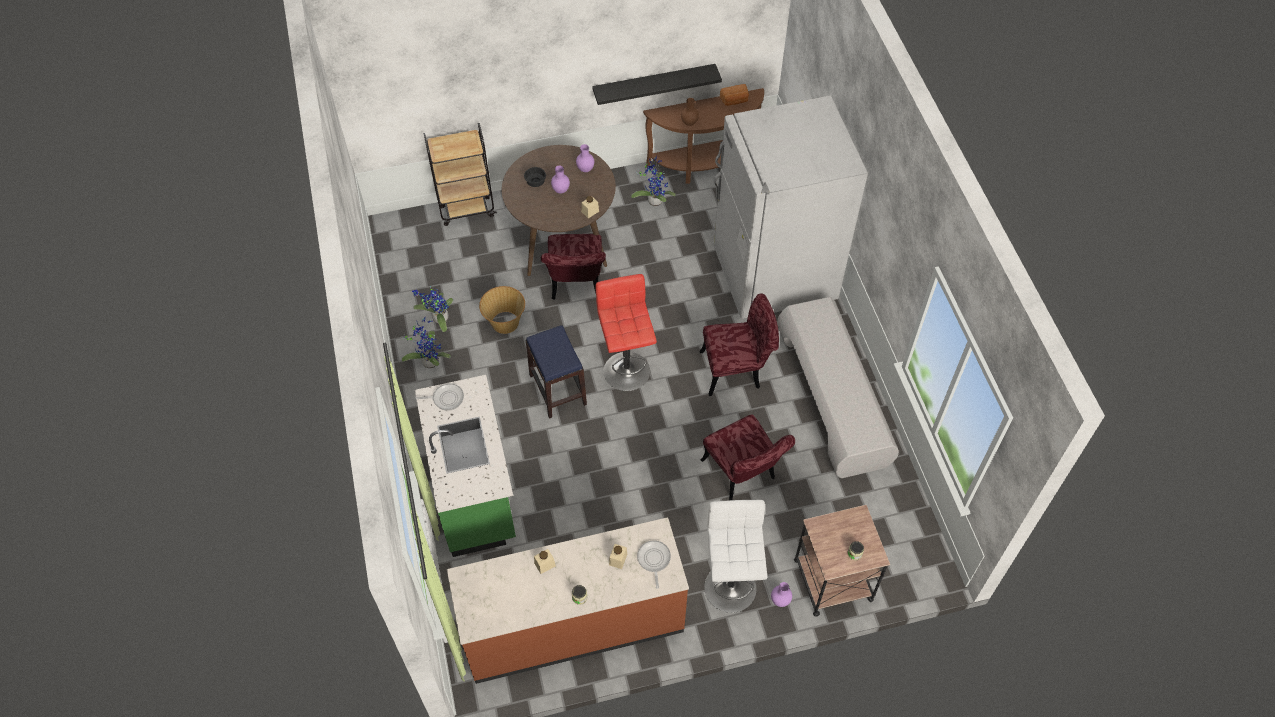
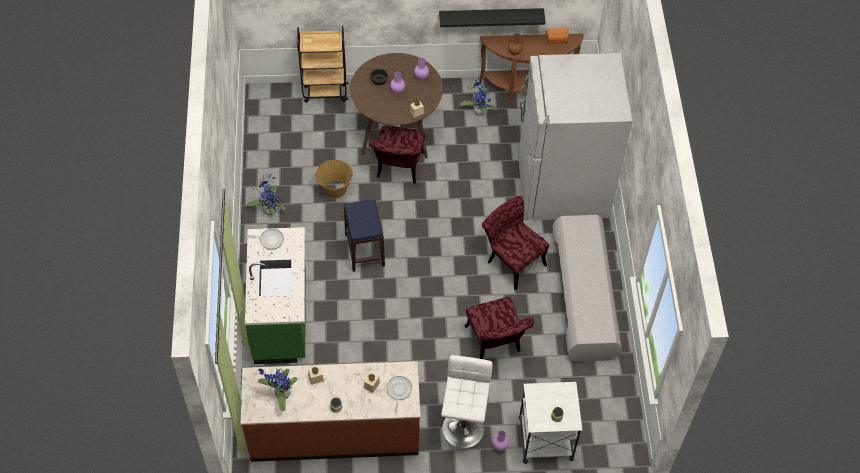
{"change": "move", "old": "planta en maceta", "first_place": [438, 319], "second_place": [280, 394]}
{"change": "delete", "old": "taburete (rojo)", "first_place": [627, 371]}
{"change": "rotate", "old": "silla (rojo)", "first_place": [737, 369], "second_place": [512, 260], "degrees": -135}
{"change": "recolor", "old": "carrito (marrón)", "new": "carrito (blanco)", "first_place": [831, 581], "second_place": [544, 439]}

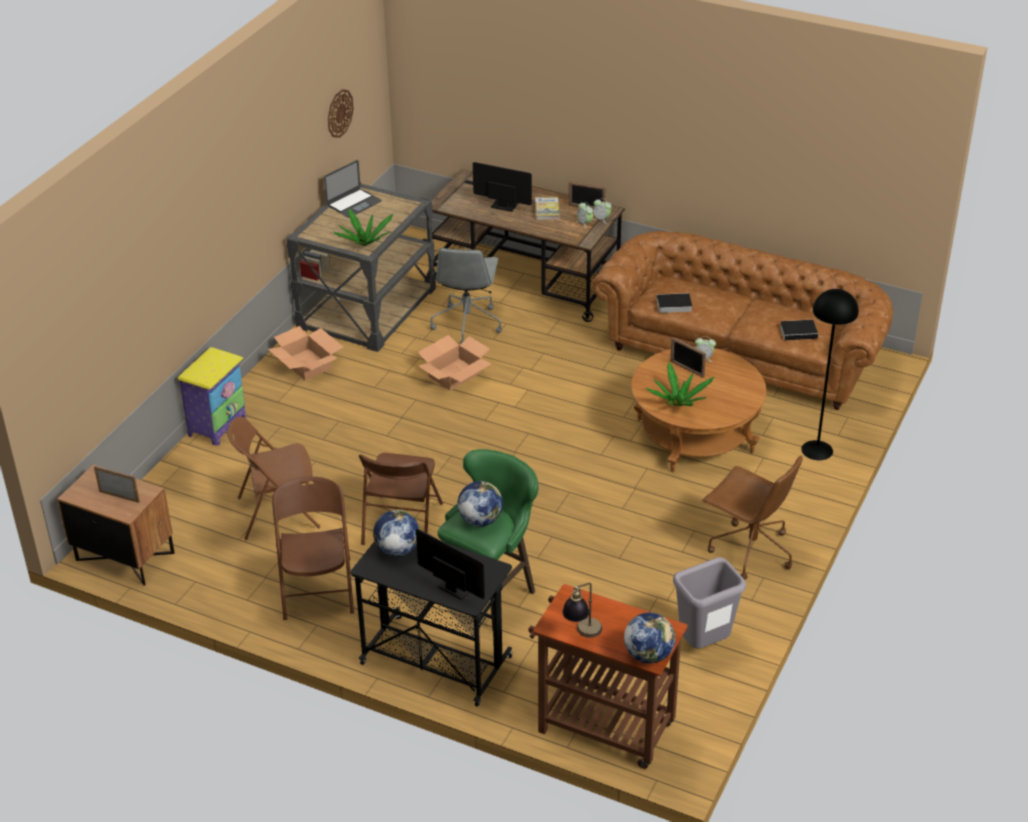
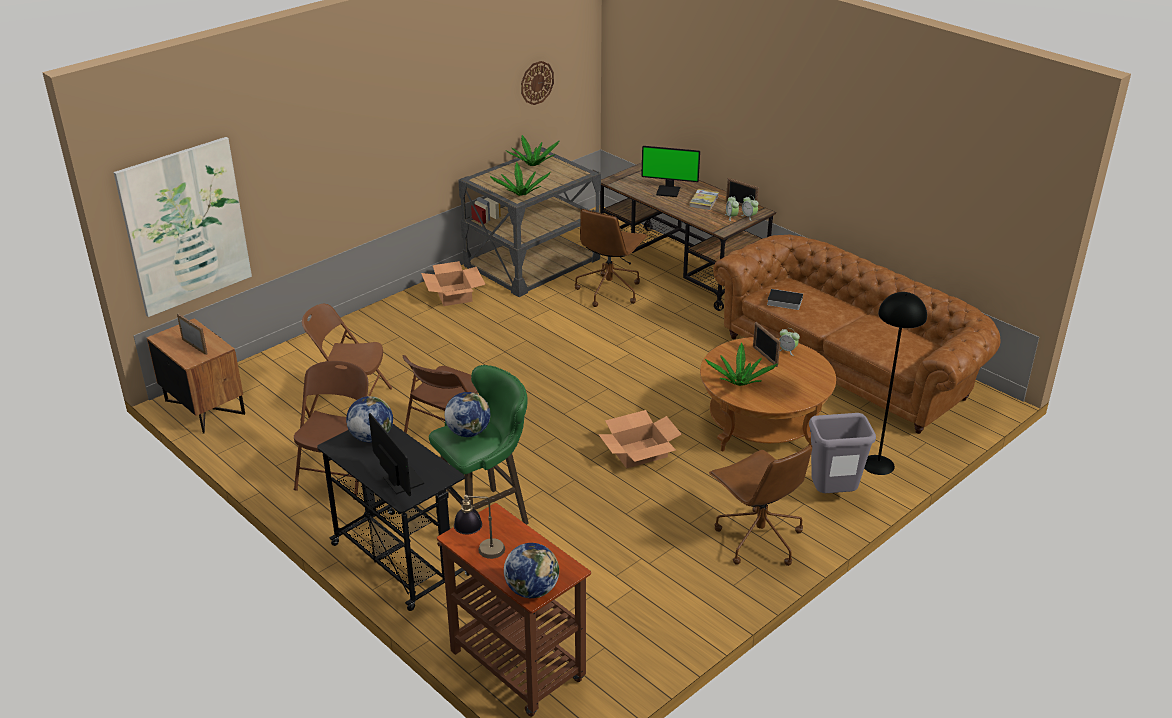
{"change": "delete", "old": "mesita de noche", "first_place": [219, 426]}
{"change": "replace", "old": "portátil", "new": "planta en maceta", "first_place": [354, 203], "second_place": [533, 164]}
{"change": "move", "old": "caja de cartón", "first_place": [455, 374], "second_place": [639, 452]}
{"change": "recolor", "old": "silla de oficina (gris)", "new": "silla de oficina (marrón)", "first_place": [467, 322], "second_place": [610, 290]}
{"change": "rotate", "old": "monitor", "first_place": [504, 205], "second_place": [668, 191], "degrees": 150}
{"change": "move", "old": "papelera (gris)", "first_place": [703, 645], "second_place": [832, 495]}
{"change": "delete", "old": "libro", "first_place": [799, 332]}
{"change": "insert", "new": "cuadro", "second_place": [185, 226]}

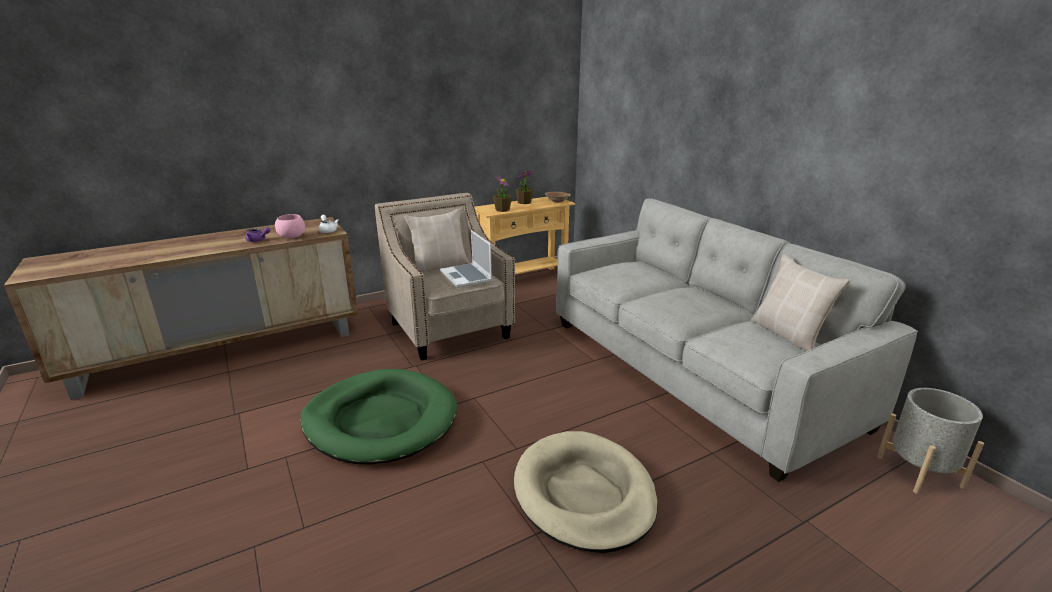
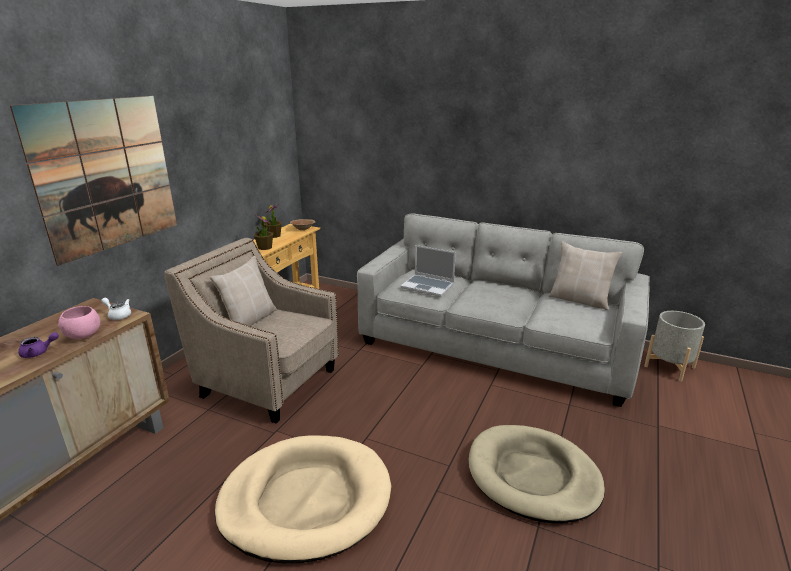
{"change": "recolor", "old": "cama para perro (verde)", "new": "cama para perro (beis)", "first_place": [381, 420], "second_place": [306, 500]}
{"change": "move", "old": "portátil", "first_place": [467, 277], "second_place": [428, 286]}
{"change": "insert", "new": "cuadro", "second_place": [106, 175]}

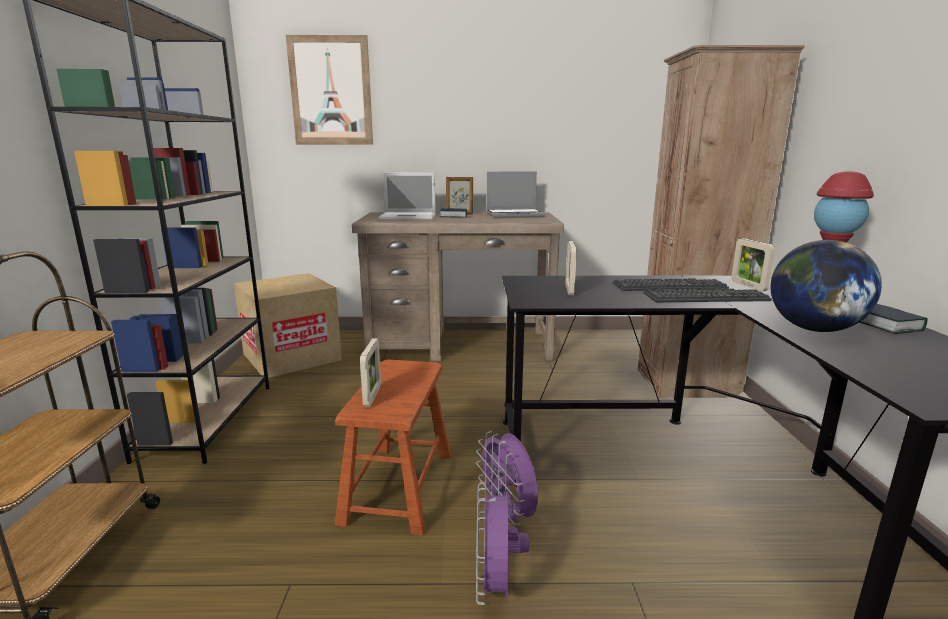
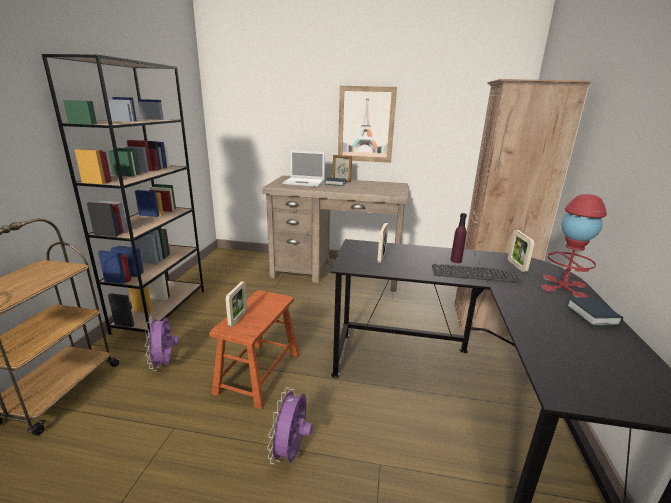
{"change": "delete", "old": "caja de cartón", "first_place": [292, 357]}
{"change": "move", "old": "cuadro", "first_place": [331, 91], "second_place": [366, 124]}
{"change": "move", "old": "ventilador (morado)", "first_place": [508, 516], "second_place": [165, 364]}
{"change": "delete", "old": "portátil", "first_place": [515, 215]}
{"change": "replace", "old": "teclado", "new": "botella (morado)", "first_place": [669, 286], "second_place": [456, 261]}
{"change": "delete", "old": "globo terráqueo", "first_place": [814, 329]}

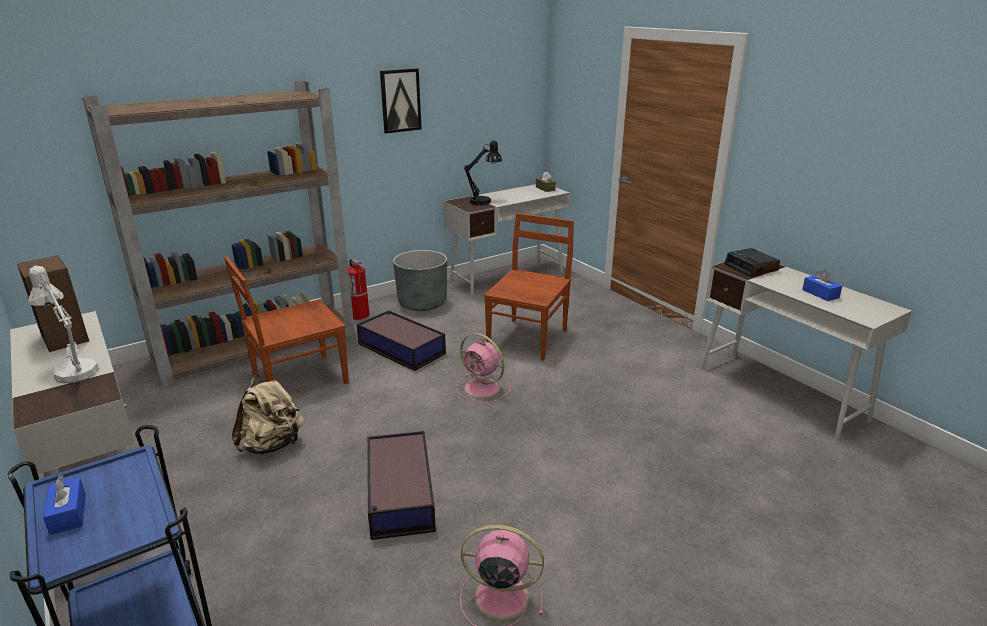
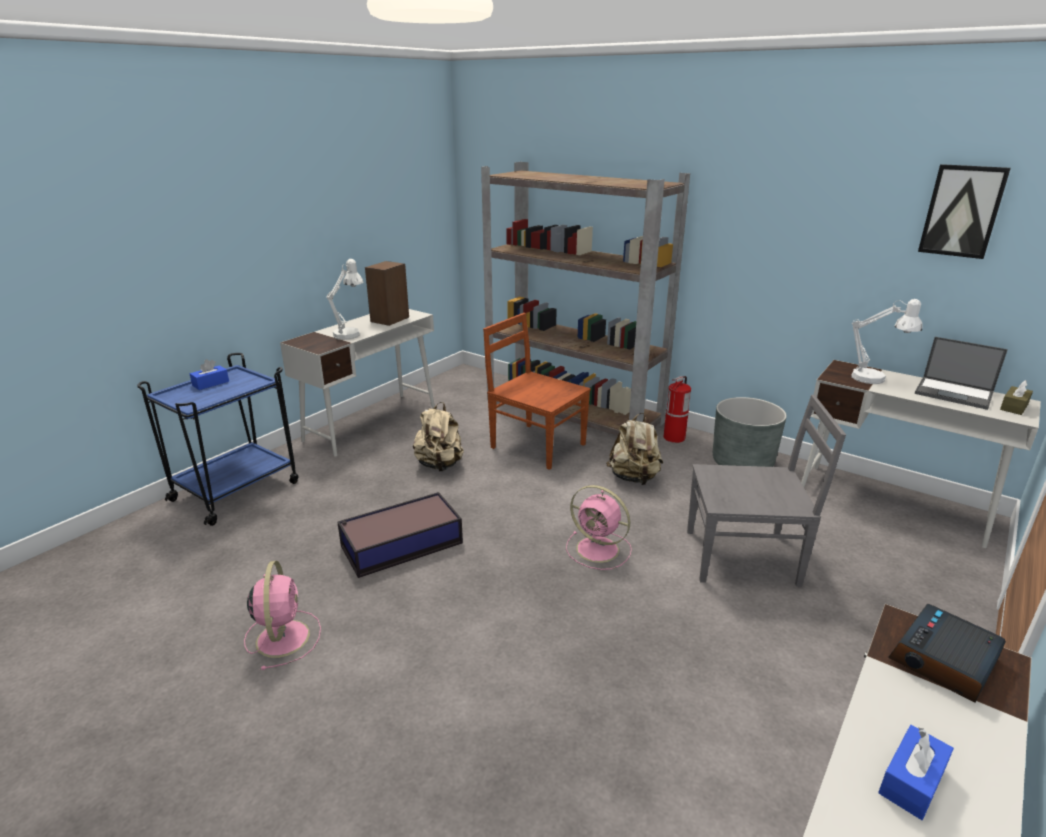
{"change": "replace", "old": "caja de almacenaje", "new": "mochila (beis)", "first_place": [401, 348], "second_place": [634, 478]}
{"change": "move", "old": "cuadro", "first_place": [400, 100], "second_place": [962, 211]}
{"change": "rotate", "old": "ventilador (rosa)", "first_place": [483, 388], "second_place": [599, 550], "degrees": -75}
{"change": "recolor", "old": "lámpara de mesa (negro)", "new": "lámpara de mesa (blanco)", "first_place": [484, 201], "second_place": [875, 379]}
{"change": "recolor", "old": "silla (marrón)", "new": "silla (gris)", "first_place": [528, 338], "second_place": [744, 558]}
{"change": "insert", "new": "portátil", "second_place": [955, 393]}

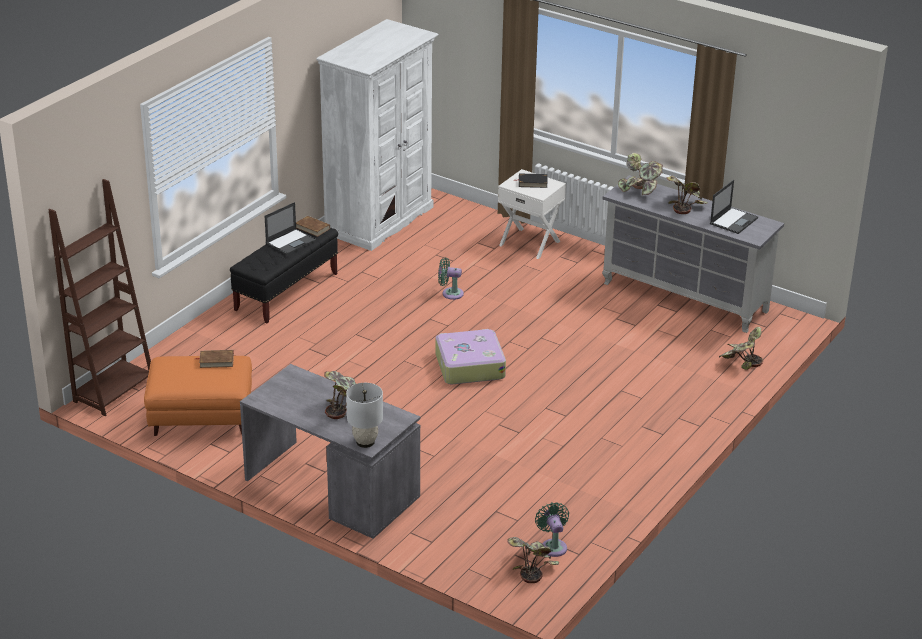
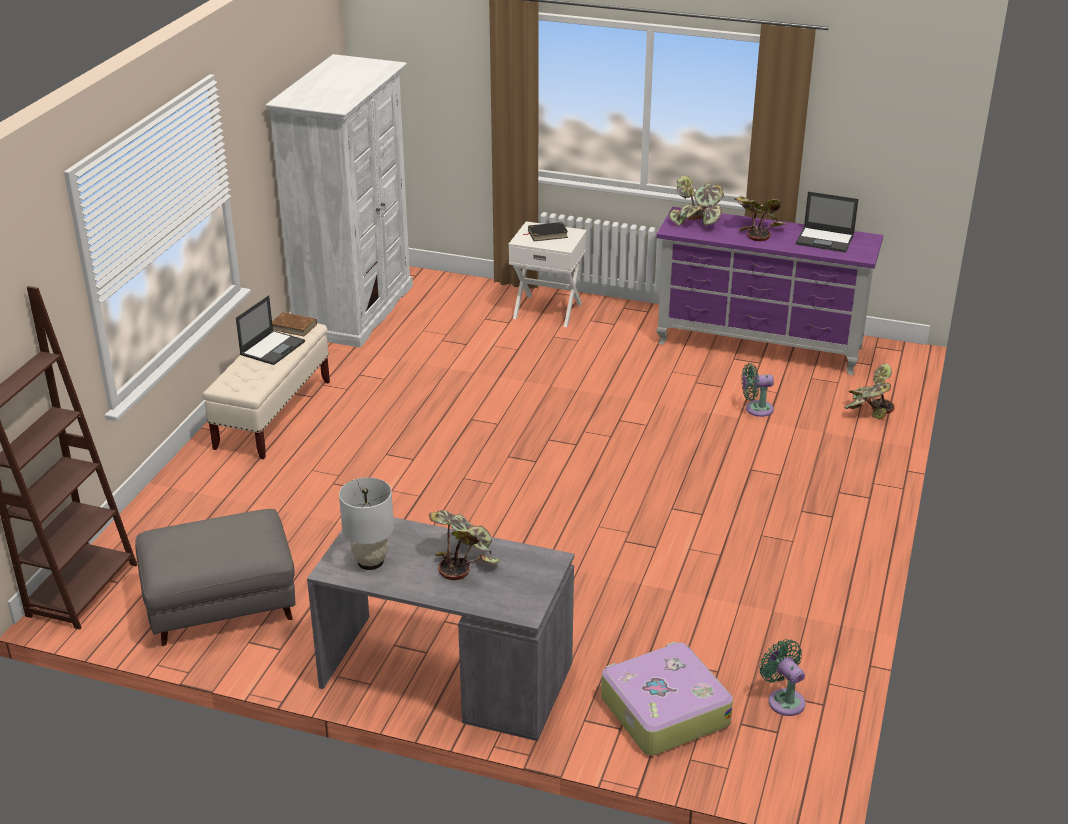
{"change": "recolor", "old": "puf (naranja)", "new": "puf (gris)", "first_place": [202, 417], "second_place": [221, 604]}
{"change": "delete", "old": "libro (marrón)", "first_place": [216, 361]}
{"change": "recolor", "old": "banco (negro)", "new": "banco (beis)", "first_place": [286, 292], "second_place": [273, 415]}
{"change": "move", "old": "lámpara de mesa (blanco)", "first_place": [365, 442], "second_place": [370, 561]}
{"change": "move", "old": "maleta", "first_place": [469, 365], "second_place": [663, 710]}
{"change": "move", "old": "ventilador (verde)", "first_place": [450, 293], "second_place": [756, 409]}
{"change": "delete", "old": "planta en maceta", "first_place": [530, 566]}
{"change": "recolor", "old": "cómoda (gris)", "new": "cómoda (morado)", "first_place": [684, 298], "second_place": [760, 346]}
{"change": "rotate", "old": "portátil", "first_place": [734, 220], "second_place": [825, 240], "degrees": 90}

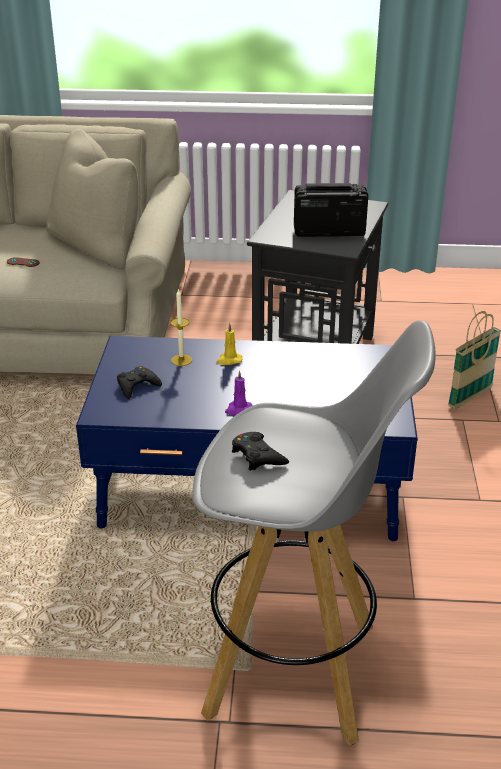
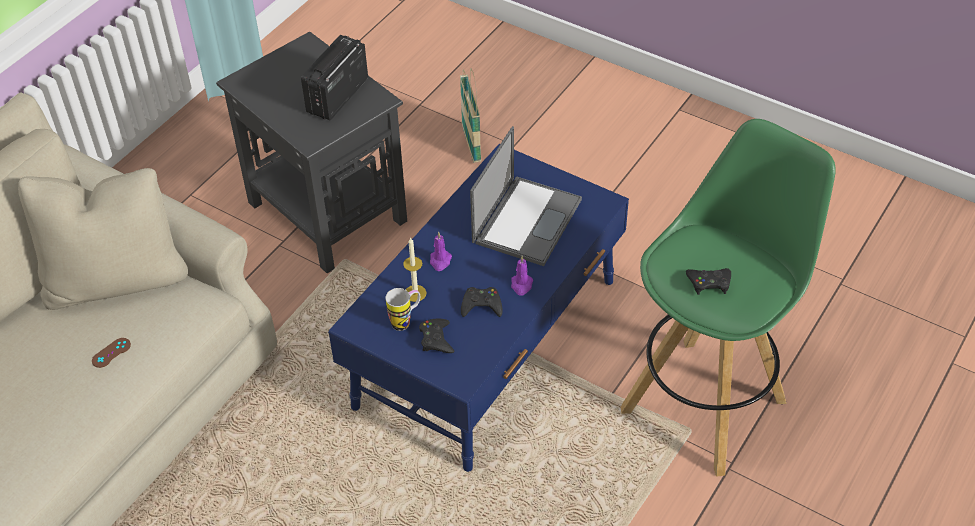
{"change": "recolor", "old": "taburete (gris)", "new": "taburete (verde)", "first_place": [295, 671], "second_place": [706, 404]}
{"change": "recolor", "old": "vela (amarillo)", "new": "vela (morado)", "first_place": [229, 360], "second_place": [440, 261]}
{"change": "insert", "new": "taza grande", "second_place": [405, 321]}
{"change": "insert", "new": "mando de consola (negro)", "second_place": [481, 305]}
{"change": "insert", "new": "portátil", "second_place": [527, 219]}

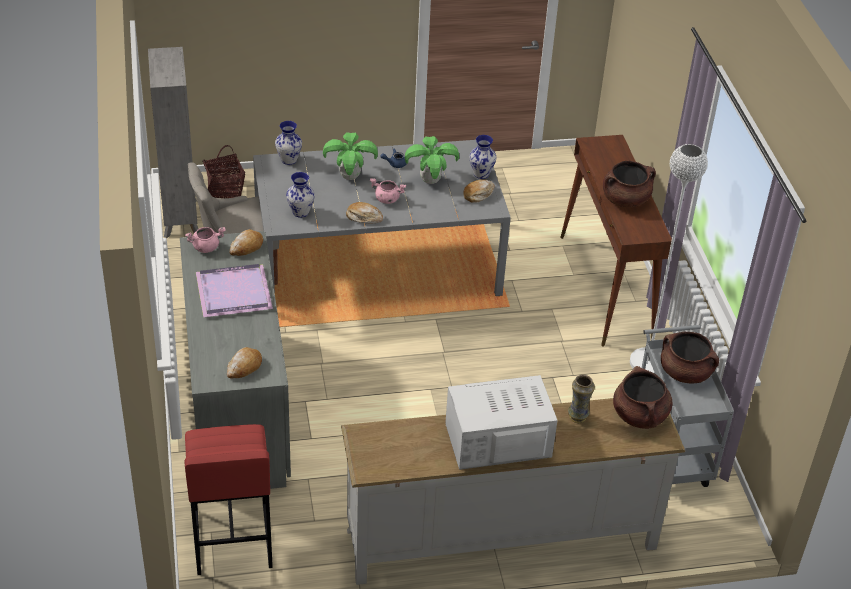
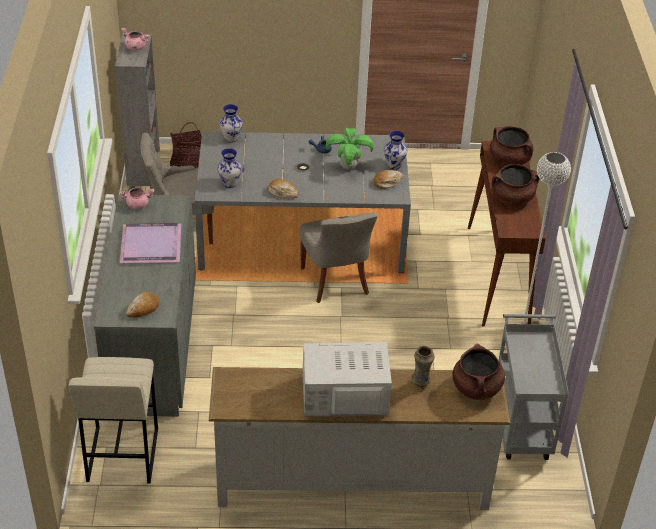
{"change": "recolor", "old": "taburete (rojo)", "new": "taburete (beis)", "first_place": [232, 541], "second_place": [122, 457]}
{"change": "delete", "old": "pan", "first_place": [246, 247]}
{"change": "delete", "old": "planta en maceta", "first_place": [349, 177]}
{"change": "move", "old": "olla (rosa)", "first_place": [387, 199], "second_place": [135, 47]}
{"change": "move", "old": "olla (marrón)", "first_place": [685, 373], "second_place": [510, 160]}
{"change": "insert", "new": "silla (gris)", "second_place": [336, 282]}

